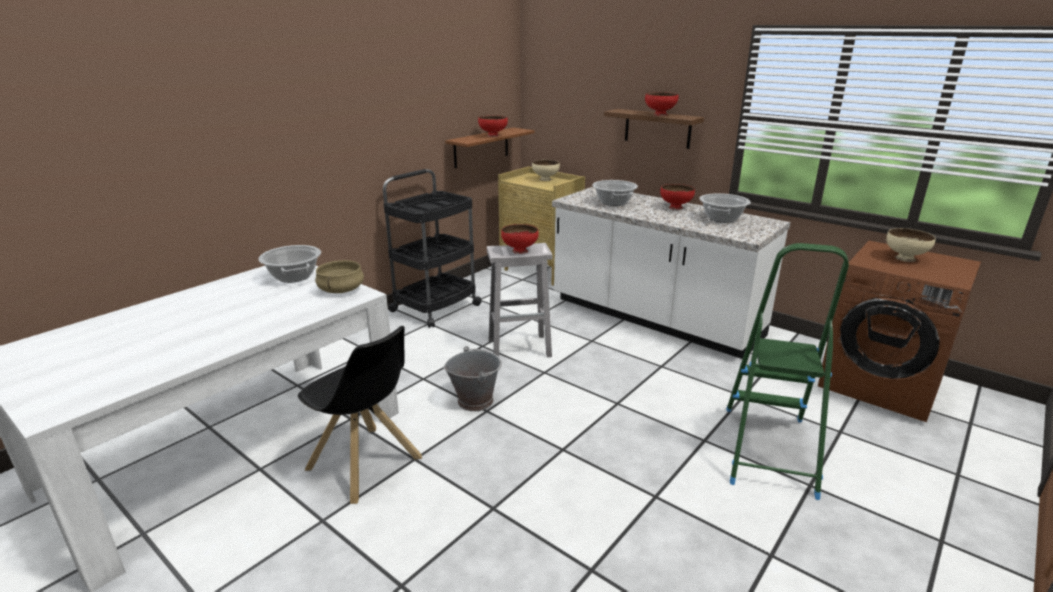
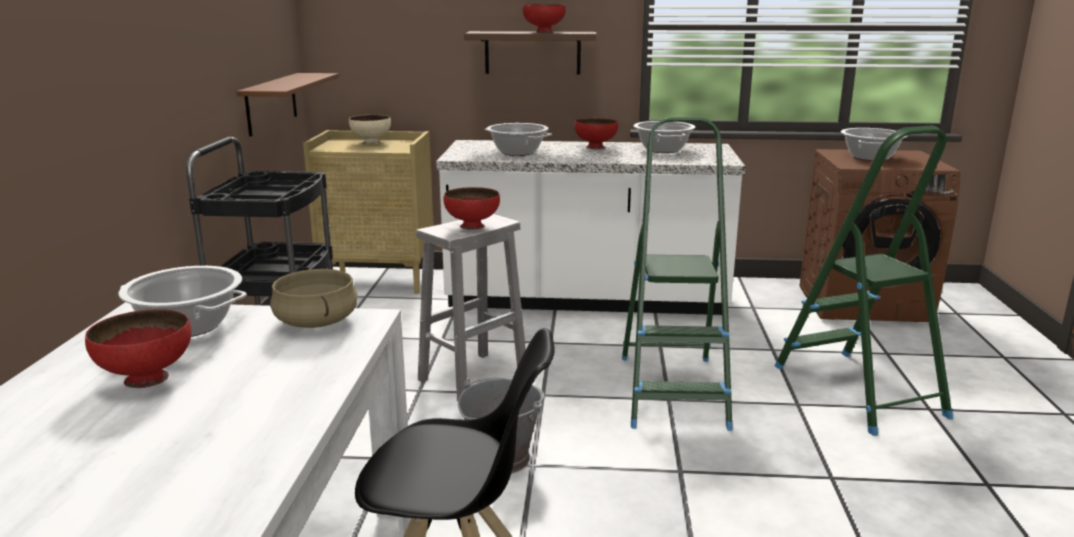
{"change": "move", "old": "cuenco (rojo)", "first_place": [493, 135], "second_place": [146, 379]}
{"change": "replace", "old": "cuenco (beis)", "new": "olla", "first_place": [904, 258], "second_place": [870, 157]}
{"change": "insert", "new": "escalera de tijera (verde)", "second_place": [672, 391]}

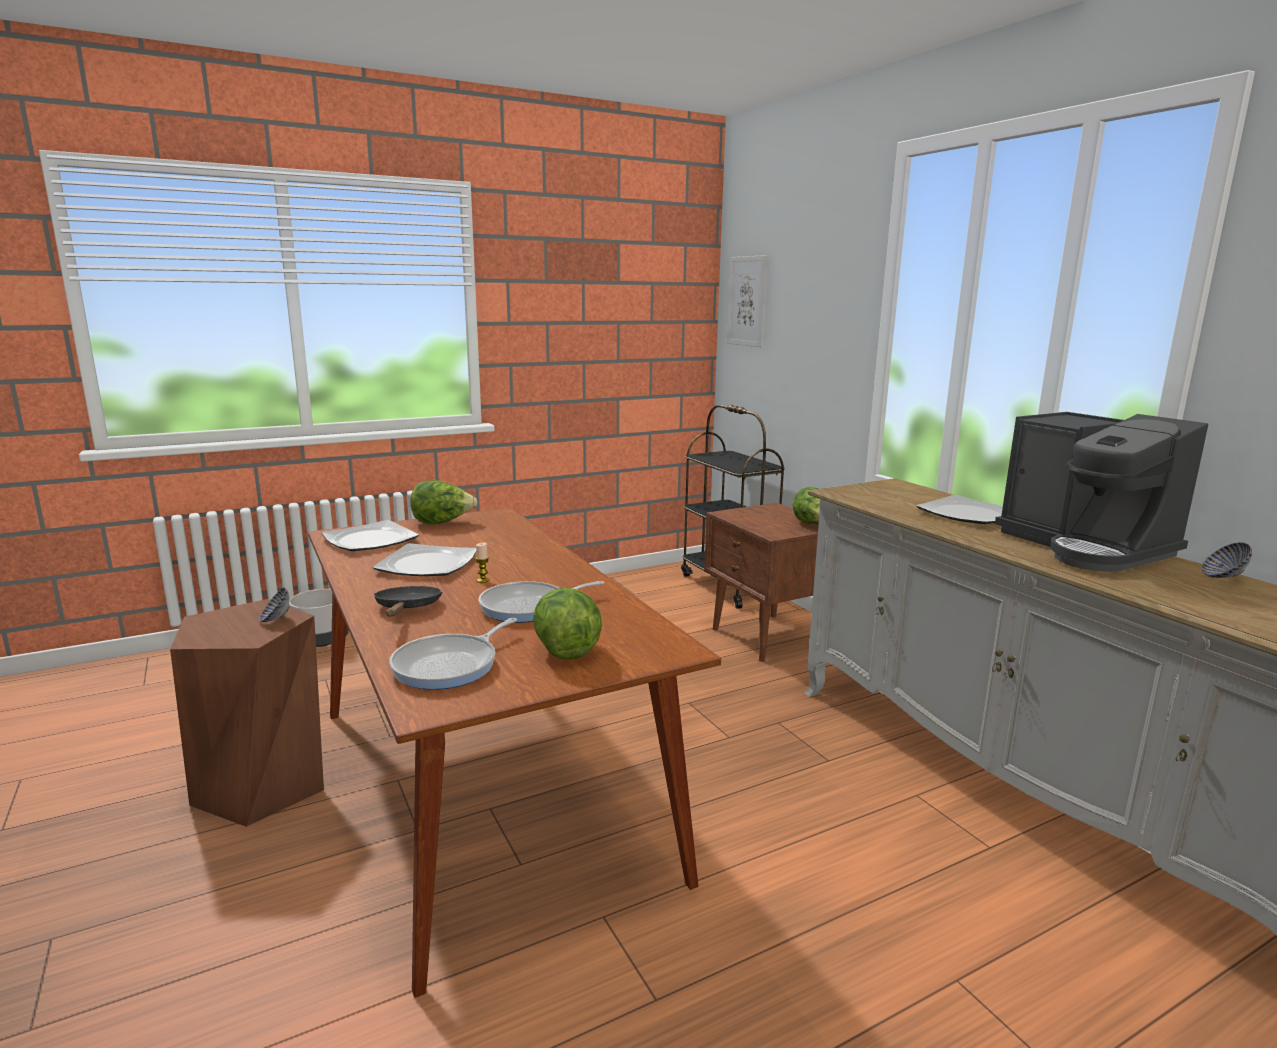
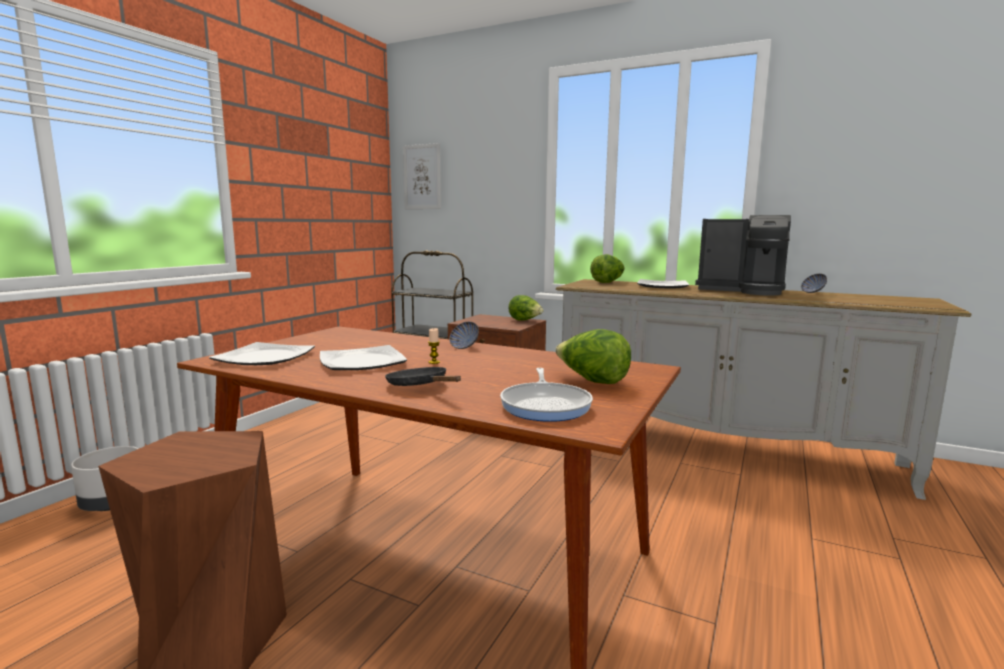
{"change": "move", "old": "cuenco", "first_place": [275, 619], "second_place": [464, 347]}
{"change": "move", "old": "lechuga", "first_place": [442, 523], "second_place": [607, 282]}
{"change": "delete", "old": "sartén", "first_place": [529, 607]}

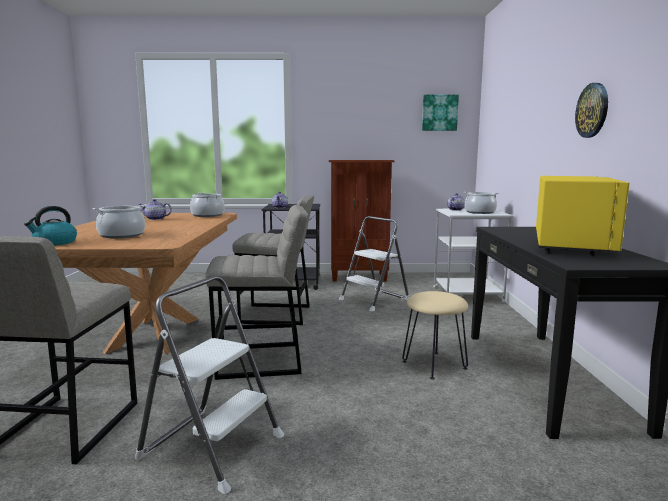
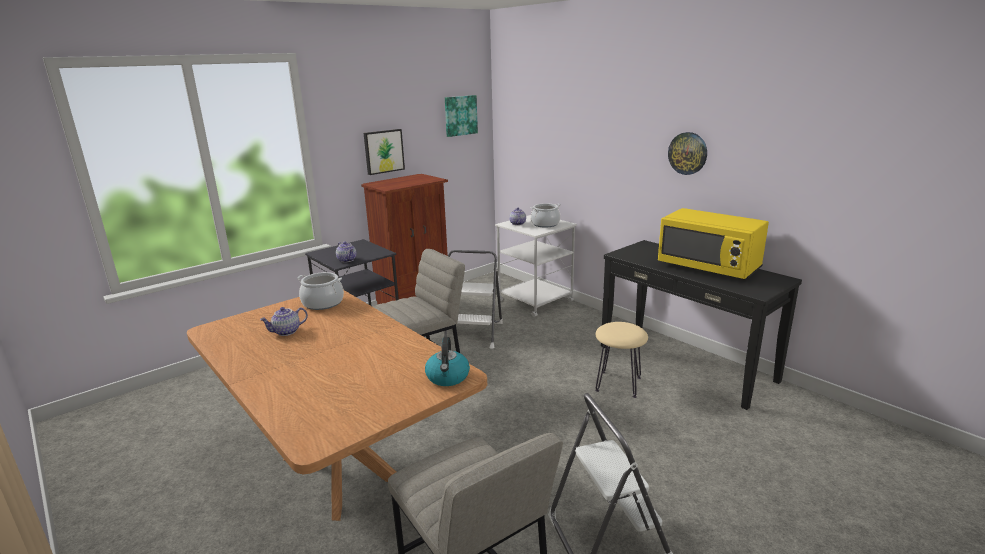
{"change": "move", "old": "hervidor", "first_place": [54, 243], "second_place": [448, 377]}
{"change": "delete", "old": "olla", "first_place": [122, 235]}
{"change": "delete", "old": "silla (gris)", "first_place": [262, 360]}
{"change": "rotate", "old": "microondas (amarillo)", "first_place": [571, 245], "second_place": [709, 267], "degrees": 150}
{"change": "insert", "new": "cuadro", "second_place": [383, 151]}

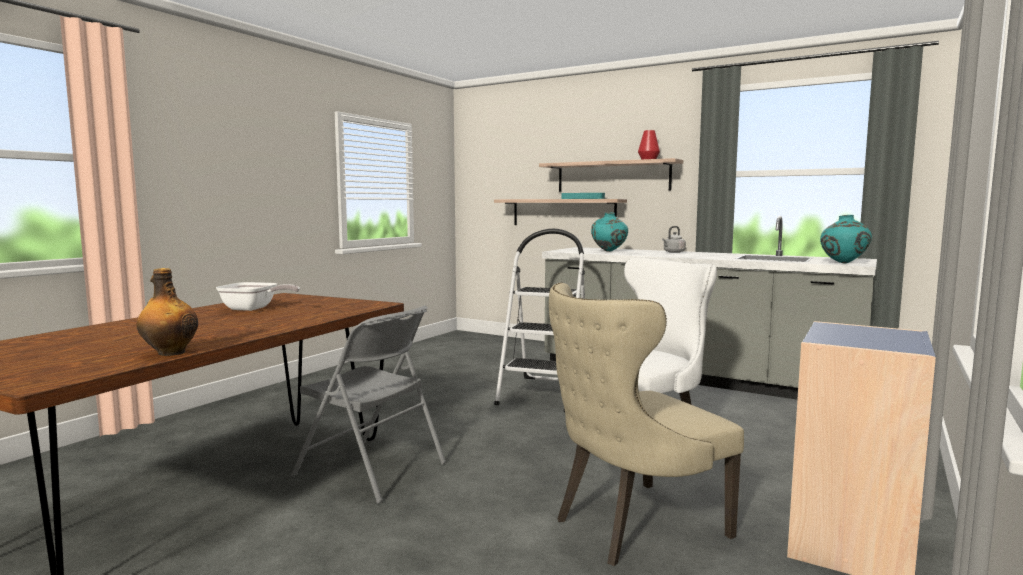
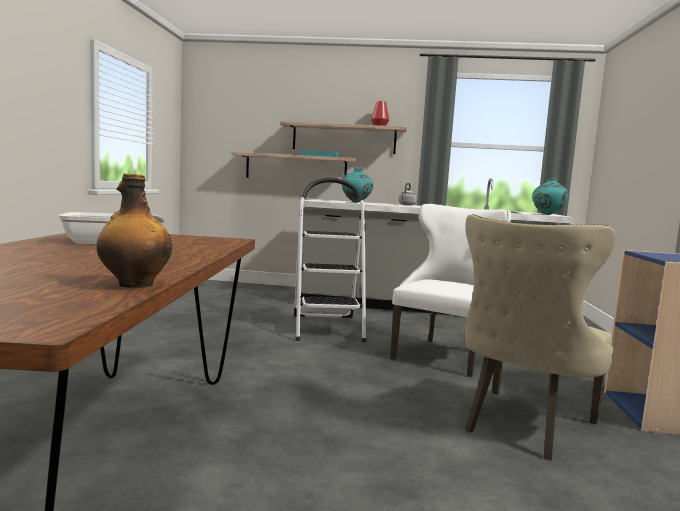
{"change": "delete", "old": "silla (gris)", "first_place": [370, 470]}

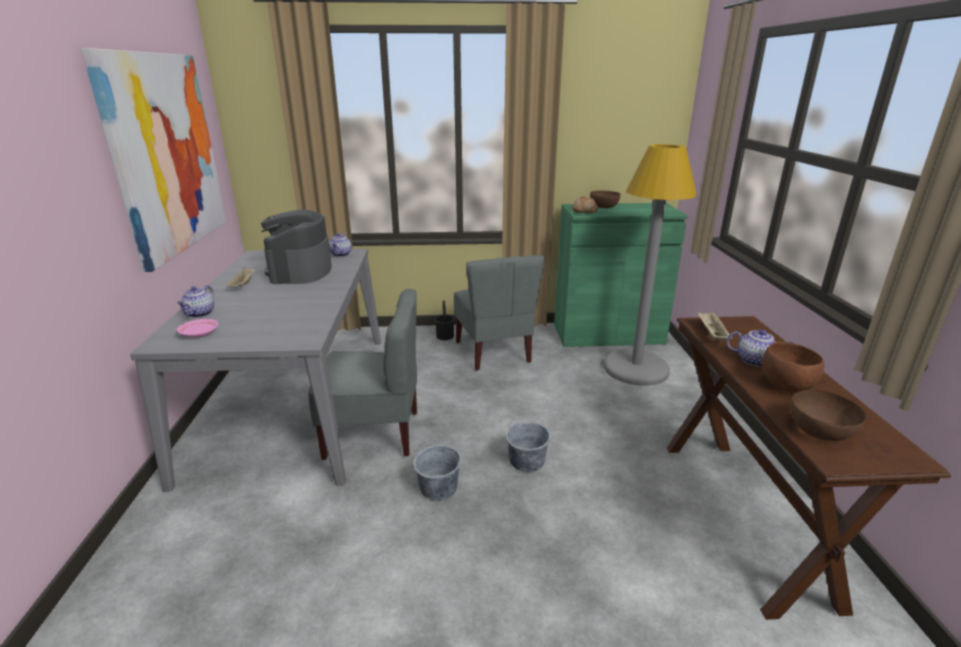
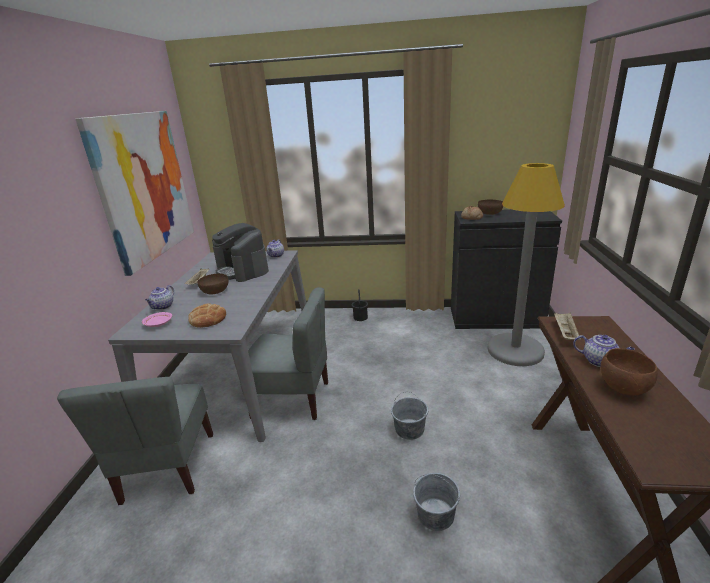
{"change": "rotate", "old": "cafetera", "first_place": [300, 271], "second_place": [242, 270], "degrees": -45}
{"change": "move", "old": "cubo (gris)", "first_place": [439, 487], "second_place": [436, 515]}
{"change": "move", "old": "silla (gris)", "first_place": [494, 352], "second_place": [167, 468]}
{"change": "recolor", "old": "armario (verde)", "new": "armario (negro)", "first_place": [608, 334], "second_place": [495, 318]}
{"change": "move", "old": "cuenco (marrón)", "first_place": [820, 430], "second_place": [215, 291]}
{"change": "insert", "new": "pan", "second_place": [208, 319]}

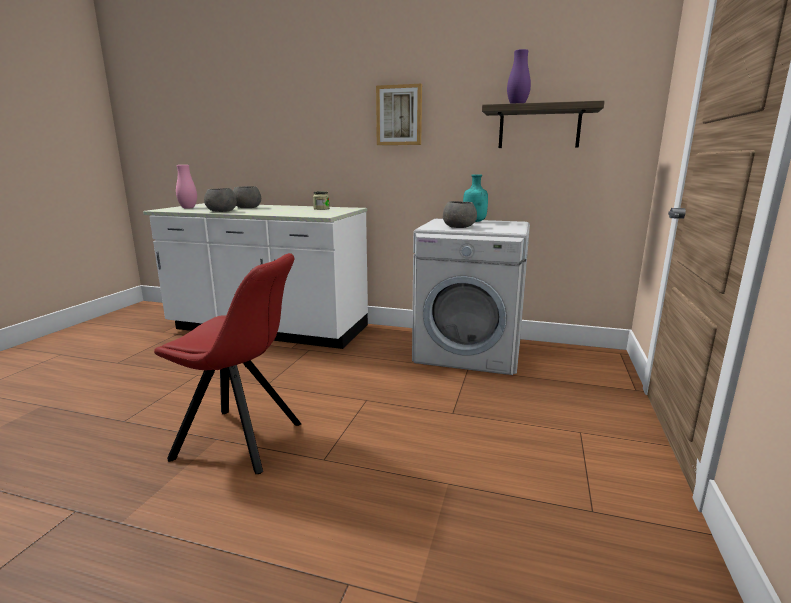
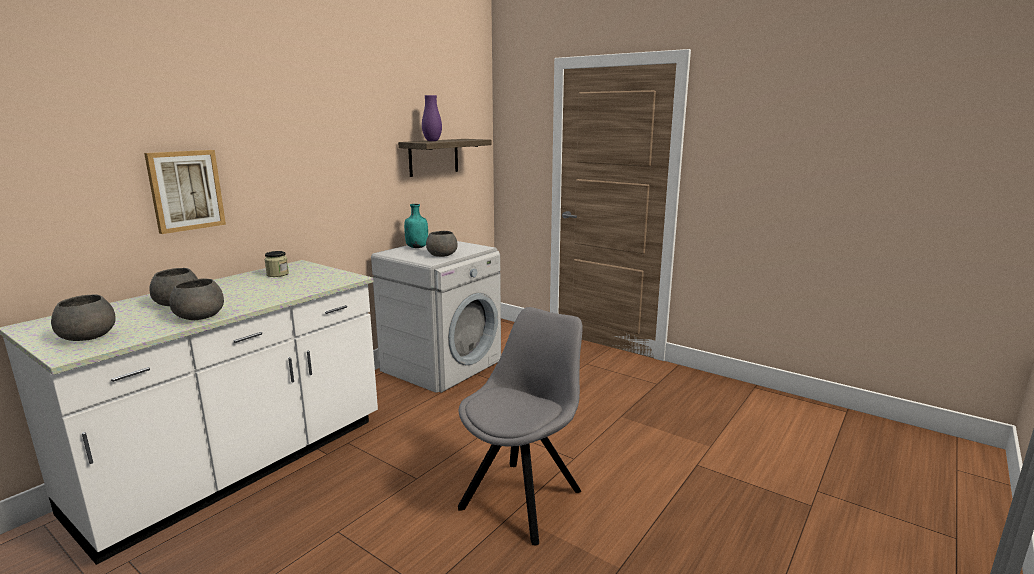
{"change": "recolor", "old": "silla (rojo)", "new": "silla (gris)", "first_place": [240, 440], "second_place": [522, 499]}
{"change": "replace", "old": "florero (rosa)", "new": "cuenco (gris)", "first_place": [188, 208], "second_place": [88, 336]}
{"change": "move", "old": "cuadro", "first_place": [399, 115], "second_place": [186, 190]}

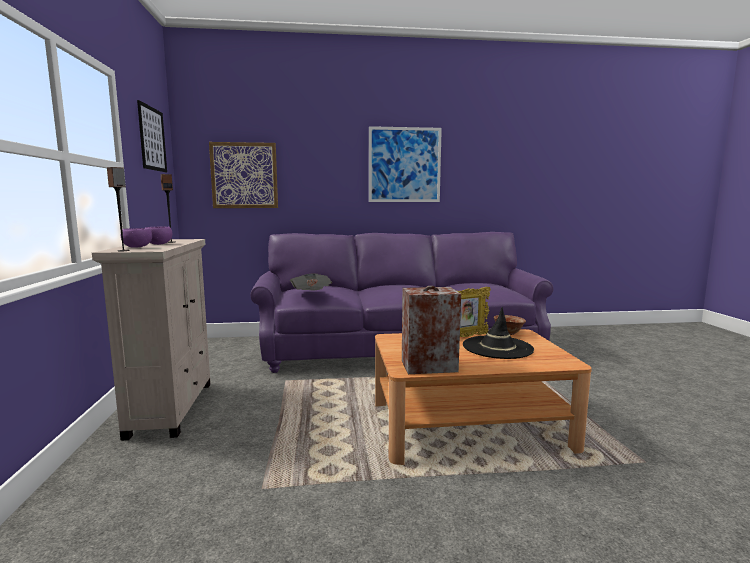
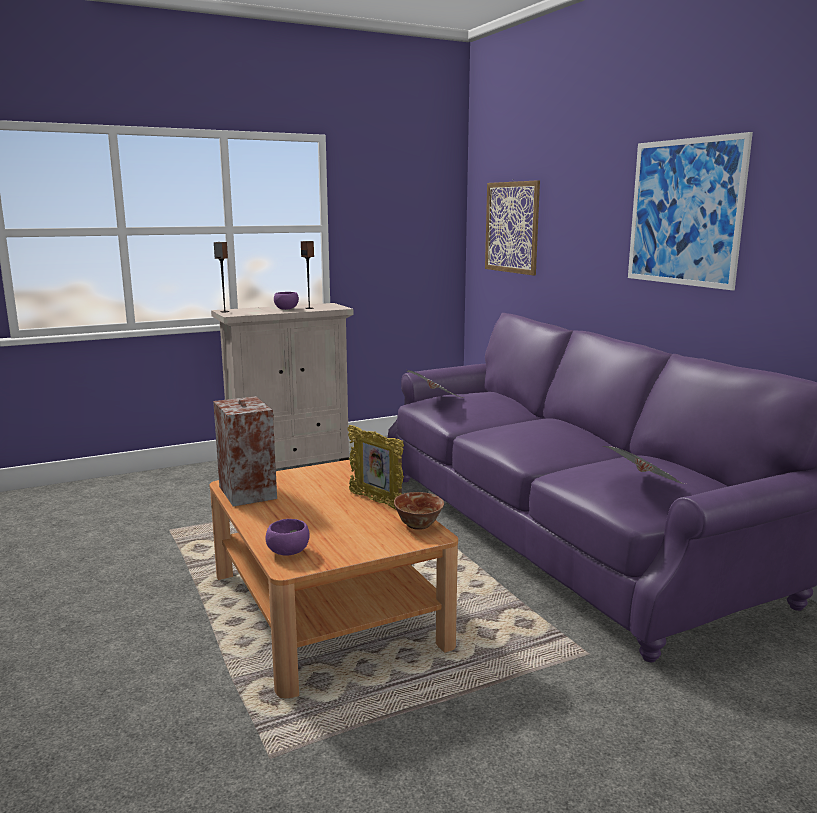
{"change": "move", "old": "cuenco (morado)", "first_place": [138, 247], "second_place": [289, 552]}
{"change": "delete", "old": "cuadro", "first_place": [152, 139]}
{"change": "delete", "old": "sombrero (negro)", "first_place": [497, 347]}
{"change": "insert", "new": "periódico", "second_place": [644, 486]}

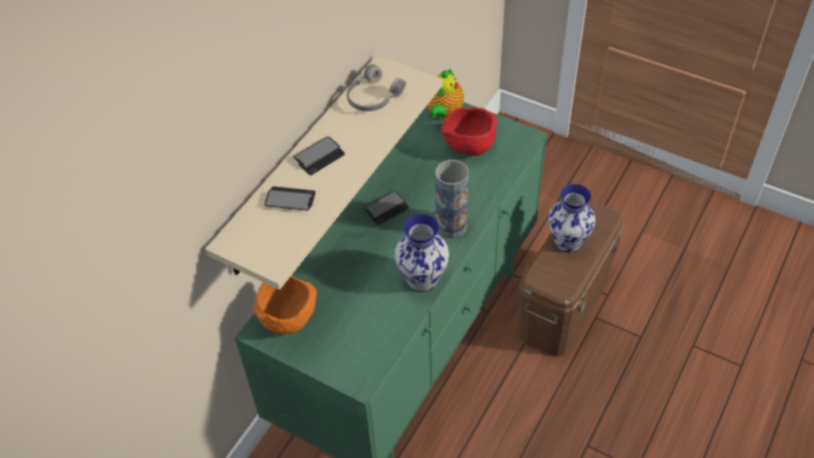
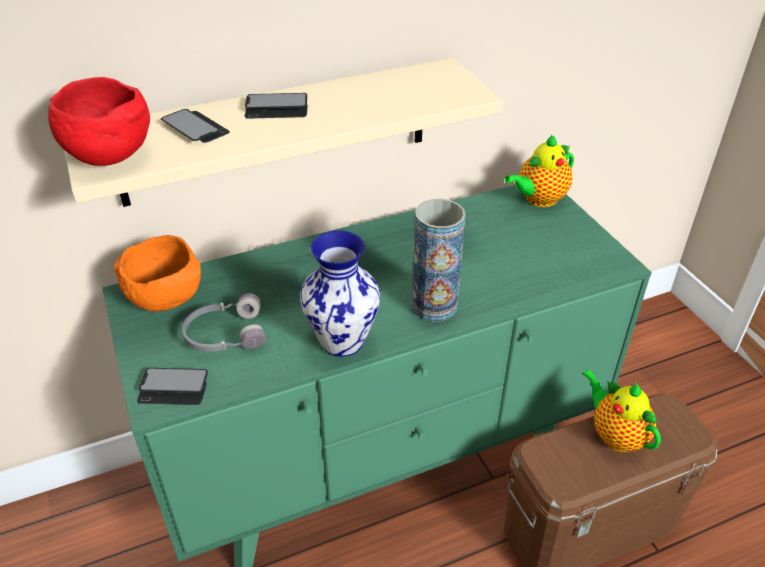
{"change": "move", "old": "auriculares (gris)", "first_place": [373, 97], "second_place": [225, 334]}
{"change": "move", "old": "móvil", "first_place": [386, 209], "second_place": [173, 388]}
{"change": "move", "old": "cuenco (rojo)", "first_place": [468, 147], "second_place": [107, 156]}
{"change": "replace", "old": "florero", "new": "tetera", "first_place": [568, 242], "second_place": [615, 435]}

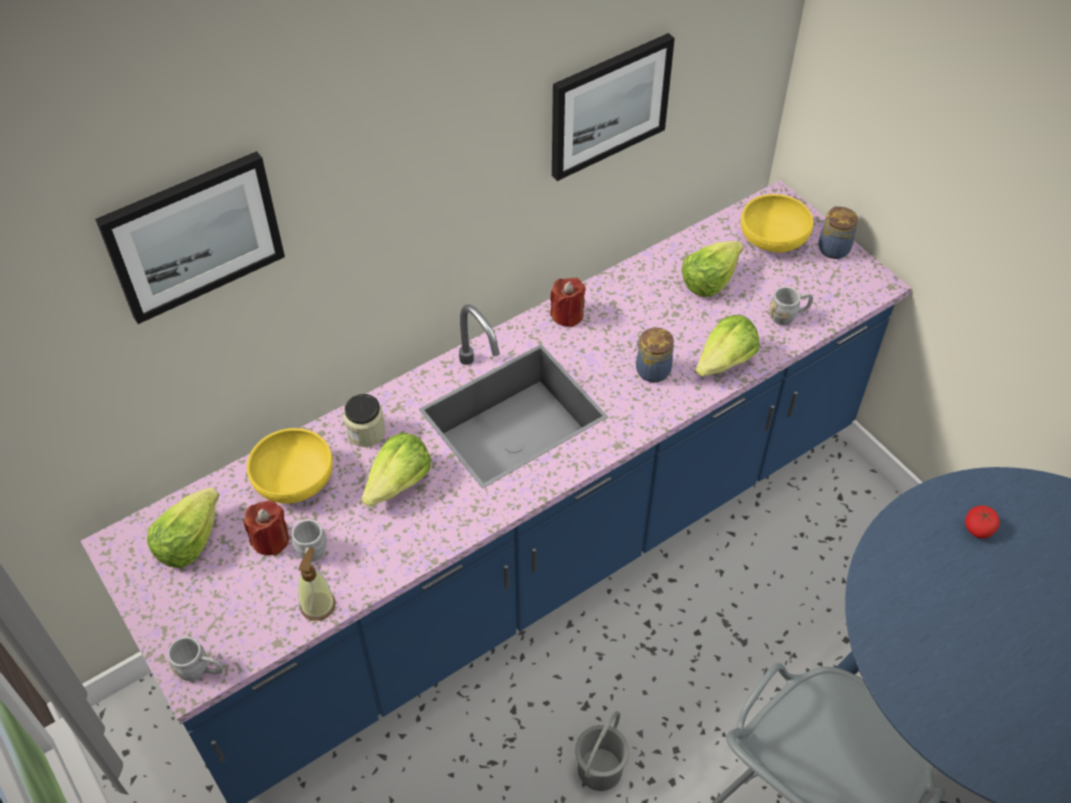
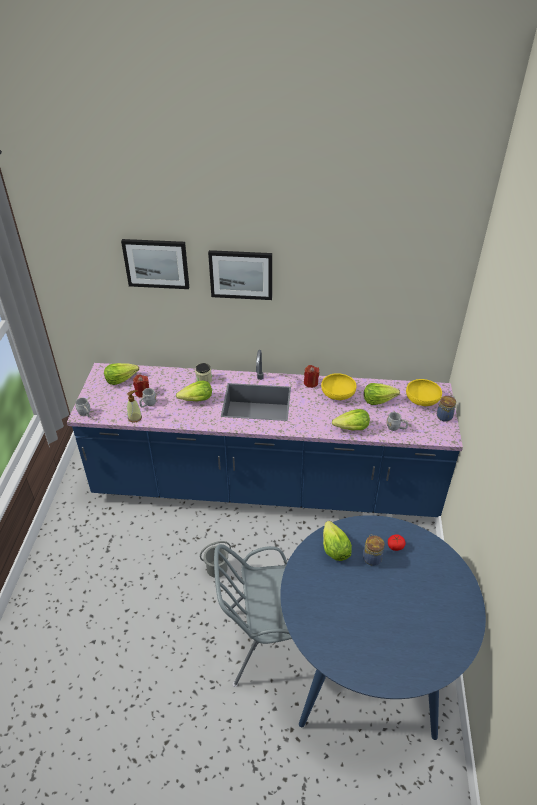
{"change": "move", "old": "cuenco (amarillo)", "first_place": [294, 480], "second_place": [337, 394]}
{"change": "move", "old": "cuadro", "first_place": [609, 105], "second_place": [241, 274]}
{"change": "move", "old": "tarro", "first_place": [651, 370], "second_place": [371, 557]}
{"change": "insert", "new": "lechuga", "second_place": [334, 548]}

